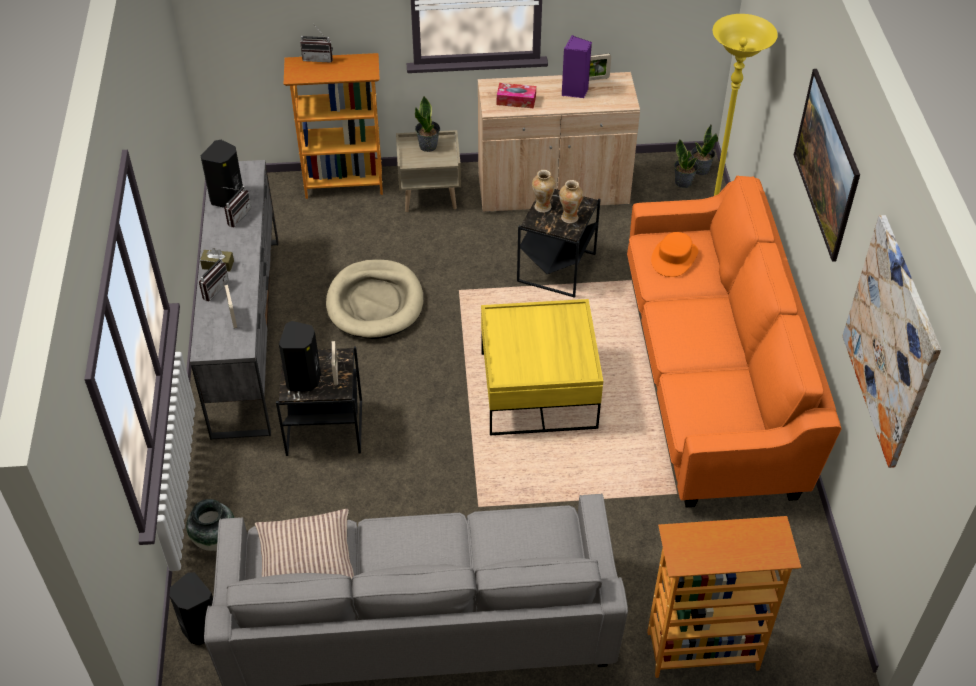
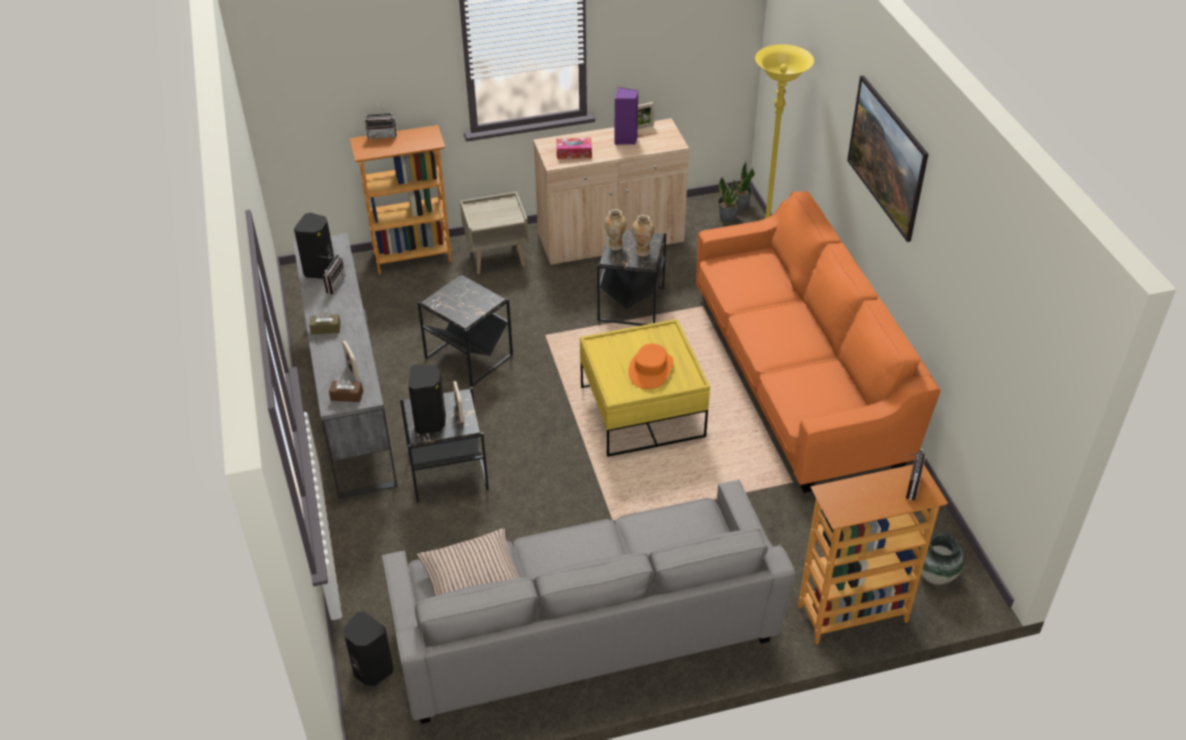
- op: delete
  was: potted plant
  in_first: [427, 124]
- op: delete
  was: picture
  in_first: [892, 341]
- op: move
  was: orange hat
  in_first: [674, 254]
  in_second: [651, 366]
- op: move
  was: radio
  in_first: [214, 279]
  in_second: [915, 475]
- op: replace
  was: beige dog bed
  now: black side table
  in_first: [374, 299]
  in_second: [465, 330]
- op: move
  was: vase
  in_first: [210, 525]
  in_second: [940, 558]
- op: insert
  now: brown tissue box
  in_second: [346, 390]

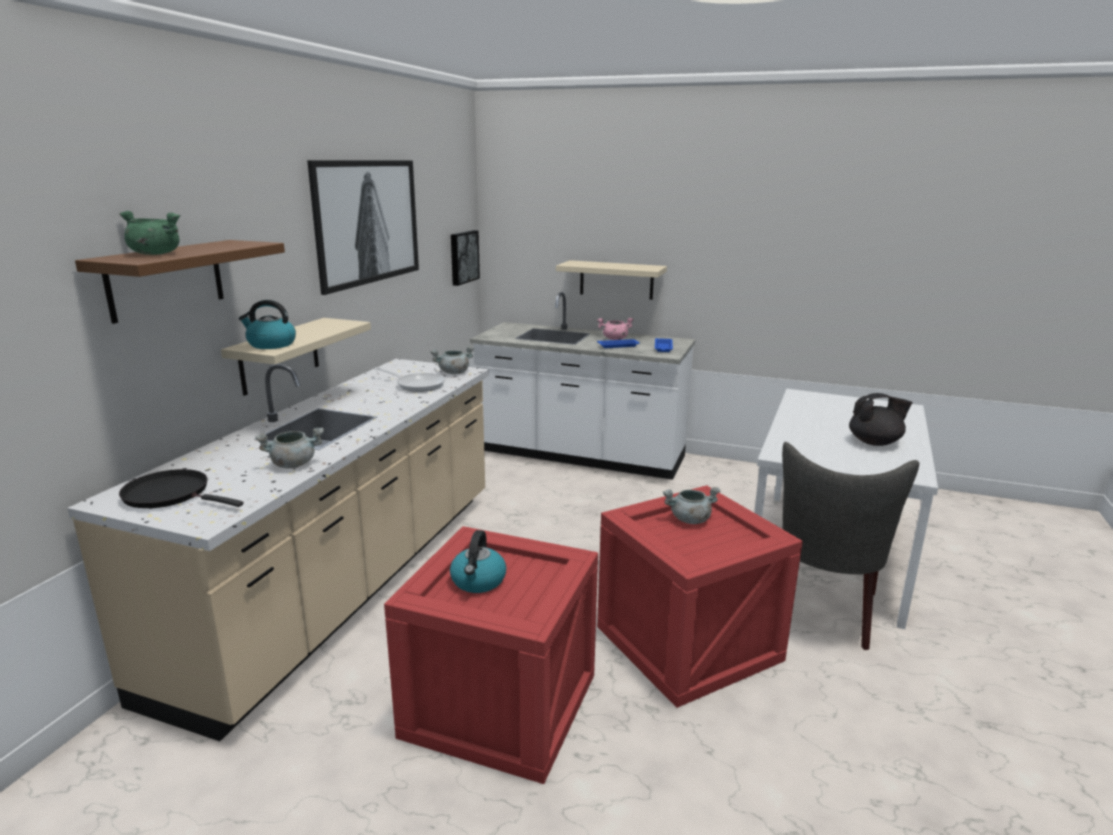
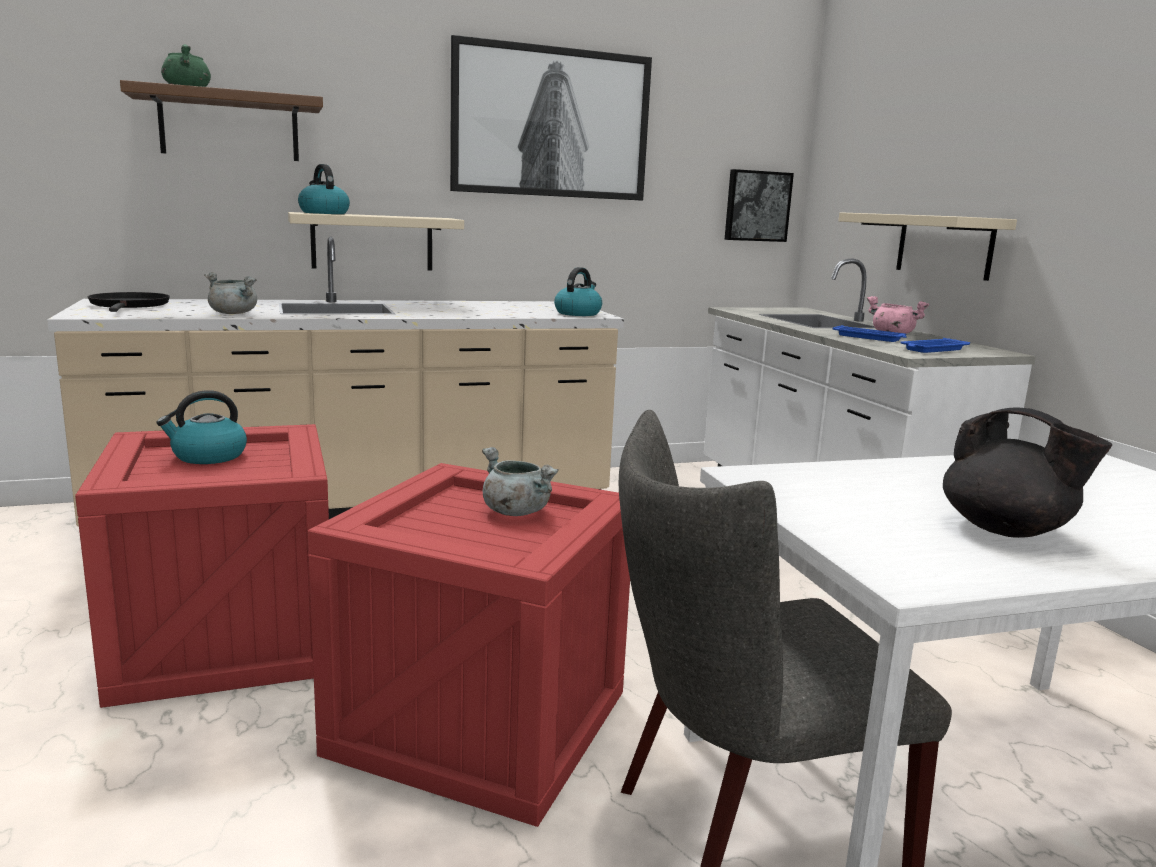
- op: replace
  was: grey cooking pot
  now: kettle
  in_first: [452, 360]
  in_second: [578, 291]
- op: delete
  was: frying pan
  in_first: [410, 379]

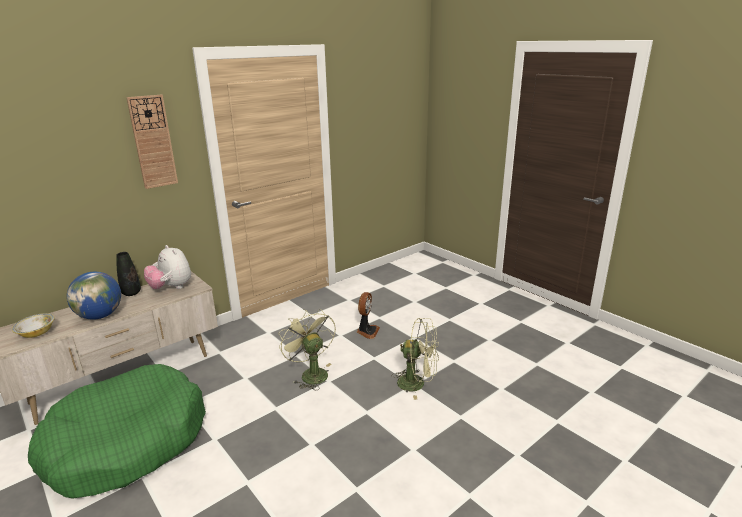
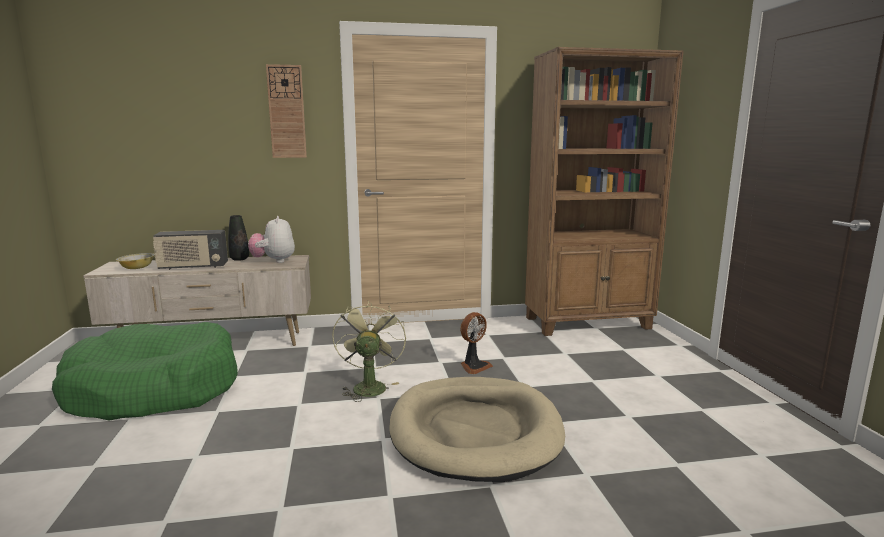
- op: replace
  was: globe
  now: radio
  in_first: [94, 296]
  in_second: [190, 250]
- op: replace
  was: green fan
  now: beige dog bed
  in_first: [415, 359]
  in_second: [477, 429]
- op: insert
  now: brown bookcase
  in_second: [604, 191]

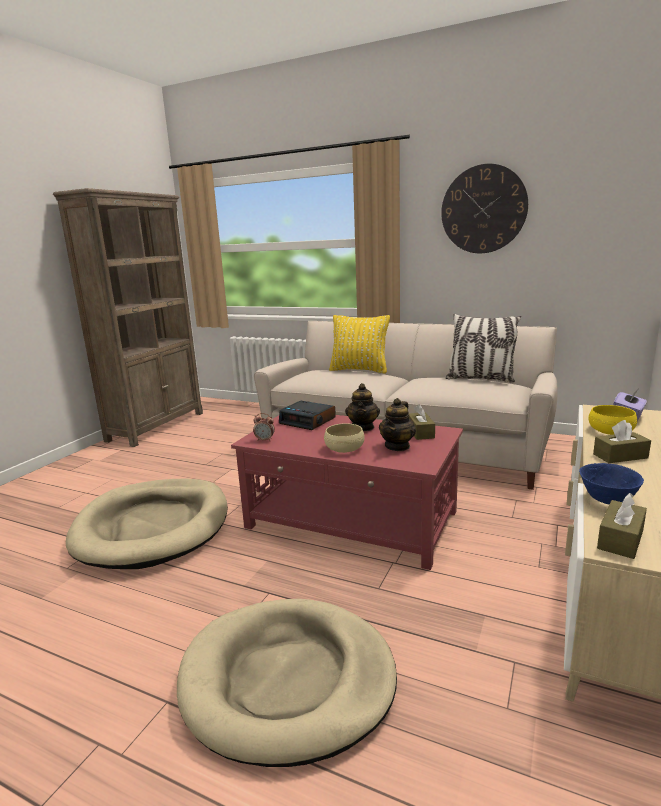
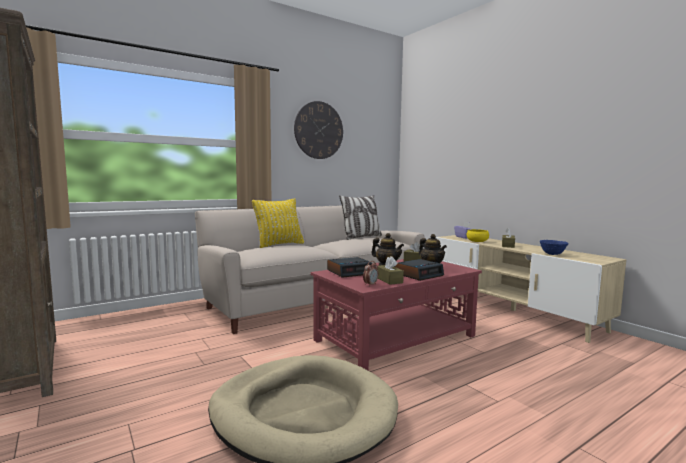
- op: replace
  was: beige bowl
  now: alarm clock
  in_first: [344, 438]
  in_second: [419, 270]
- op: move
  was: brown tissue box
  in_first: [622, 526]
  in_second: [390, 270]
- op: delete
  was: beige dog bed
  in_first: [287, 683]

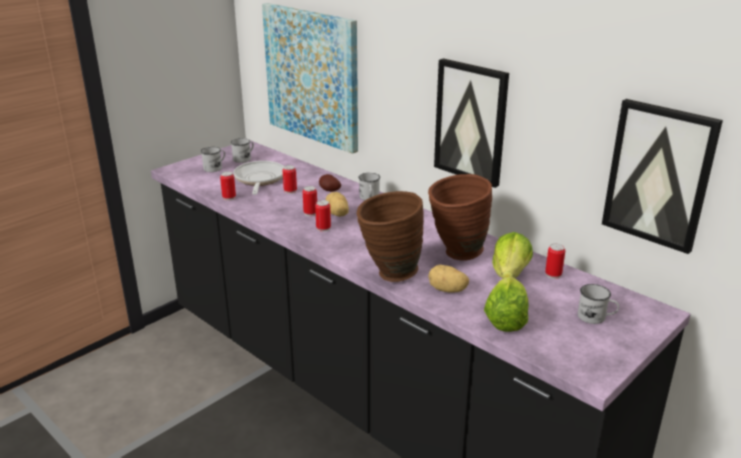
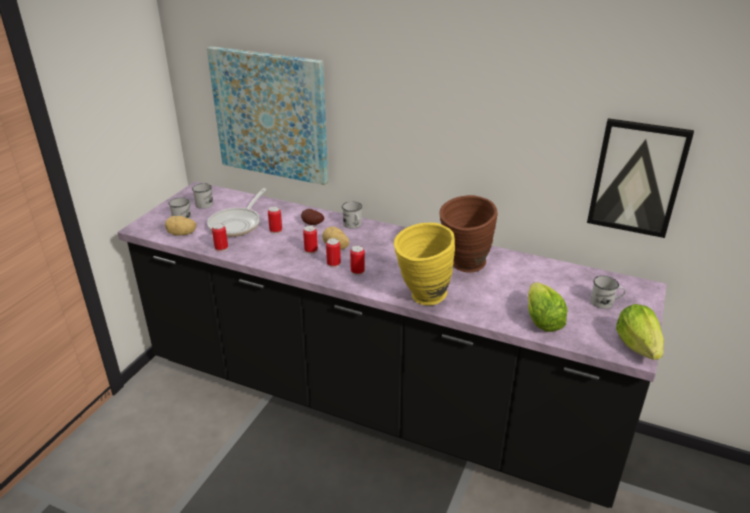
- op: delete
  was: picture
  in_first: [471, 123]
- op: rotate
  was: frying pan
  in_first: [258, 178]
  in_second: [237, 212]
  clockwise: -135
- op: recolor
  was: brown vase
  now: yellow vase
  in_first: [390, 236]
  in_second: [424, 264]
- op: move
  was: lettuce
  in_first: [512, 255]
  in_second: [640, 332]
- op: move
  was: can
  in_first: [555, 261]
  in_second: [357, 260]
- op: move
  was: potato
  in_first: [448, 278]
  in_second: [180, 226]

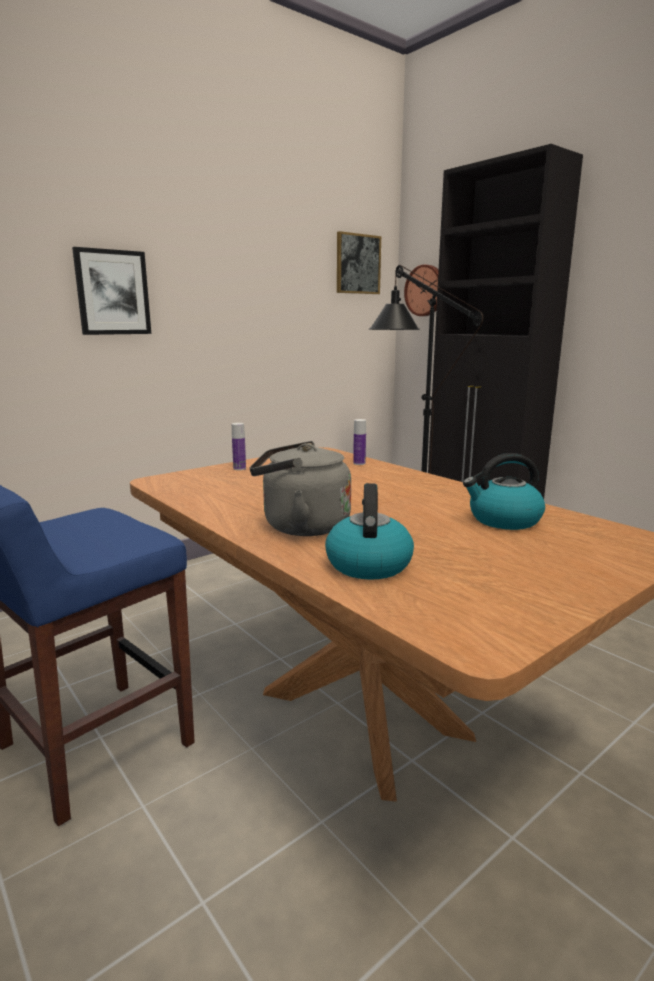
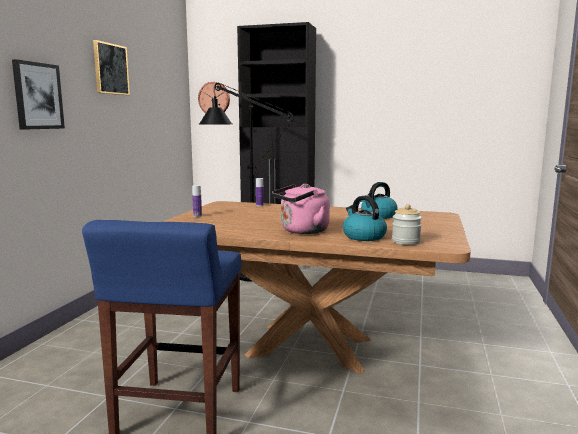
- op: move
  was: picture
  in_first: [359, 262]
  in_second: [111, 67]
- op: recolor
  was: grey kettle
  now: pink kettle
  in_first: [300, 488]
  in_second: [301, 209]
- op: insert
  now: jar
  in_second: [407, 224]

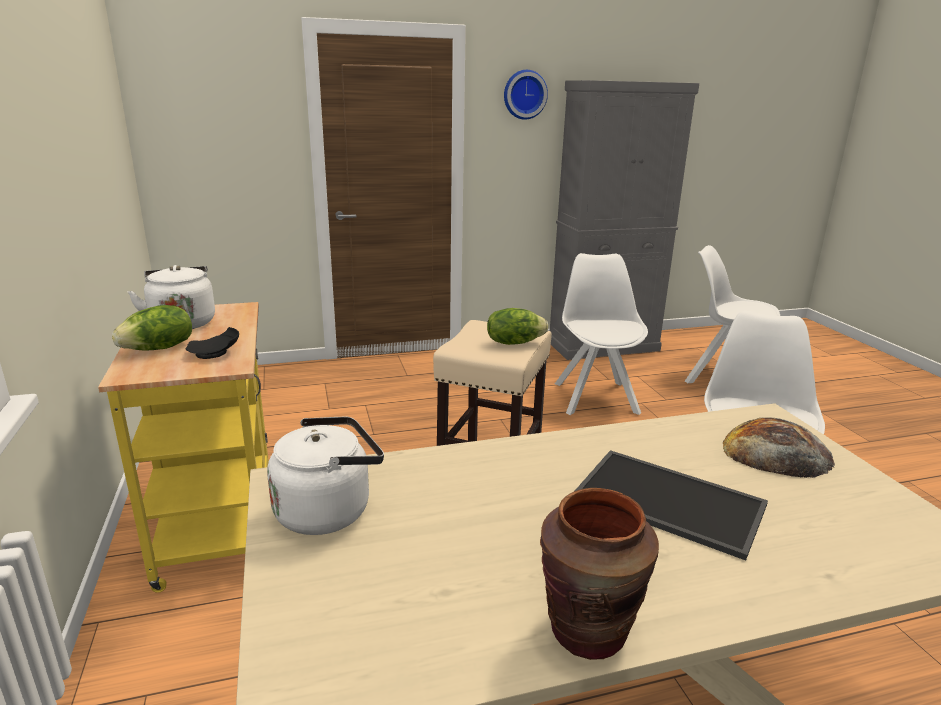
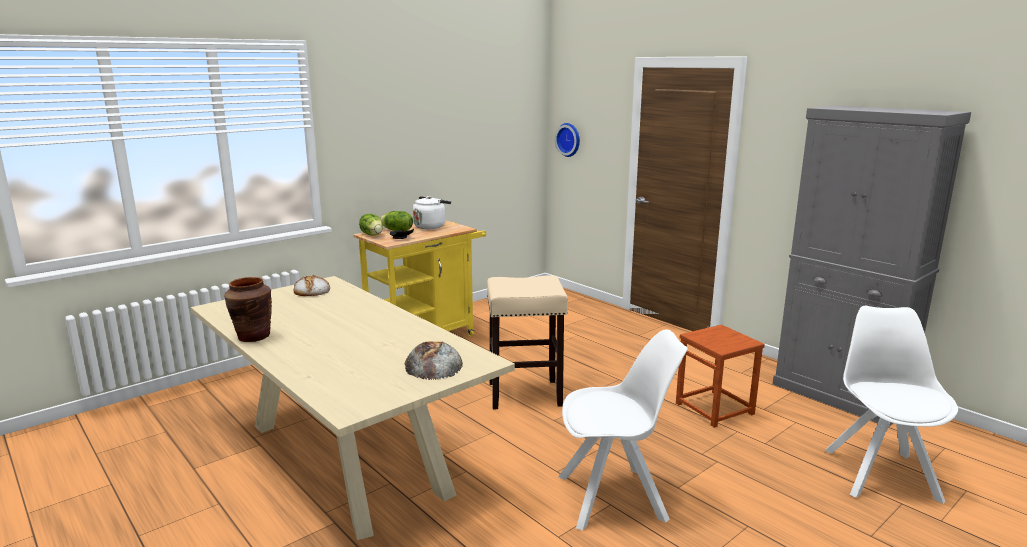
- op: move
  was: wall clock
  in_first: [526, 95]
  in_second: [567, 140]
- op: replace
  was: white chair
  now: brown stool
  in_first: [601, 334]
  in_second: [720, 376]
- op: move
  was: lettuce
  in_first: [517, 326]
  in_second: [371, 225]
- op: replace
  was: white kettle
  now: bread
  in_first: [325, 475]
  in_second: [312, 285]
- op: delete
  was: tray
  in_first: [671, 505]

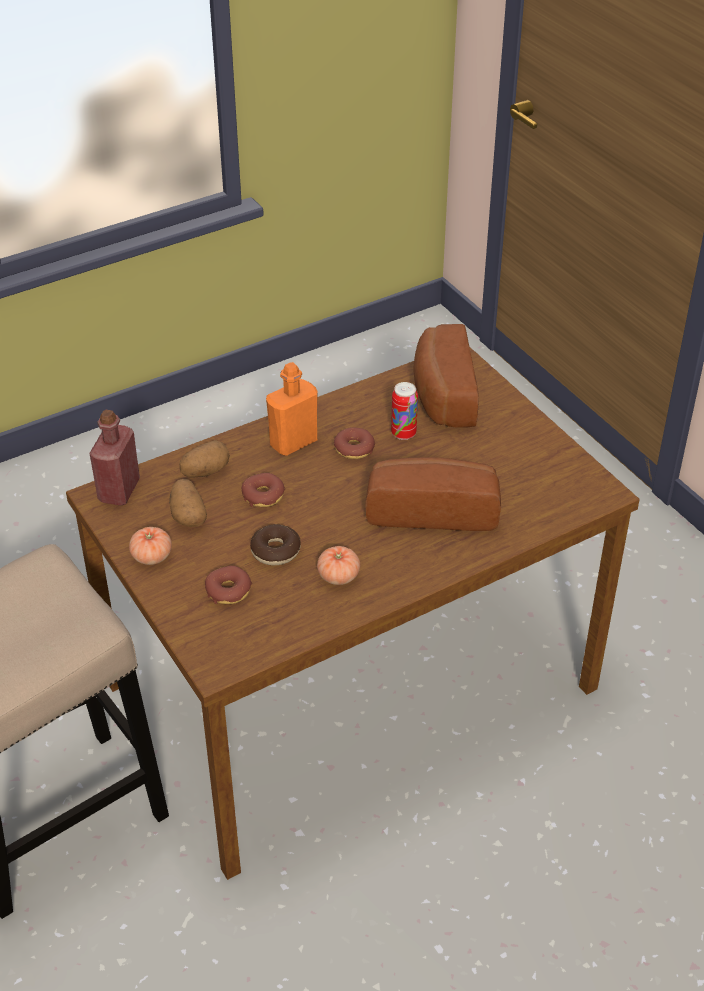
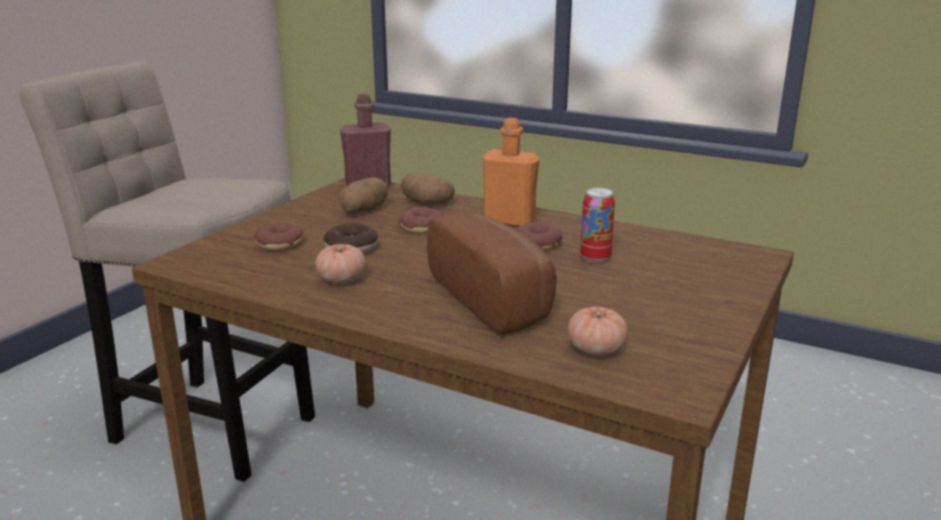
- op: delete
  was: bread
  in_first: [446, 376]
- op: move
  was: tomato
  in_first: [150, 546]
  in_second: [597, 331]

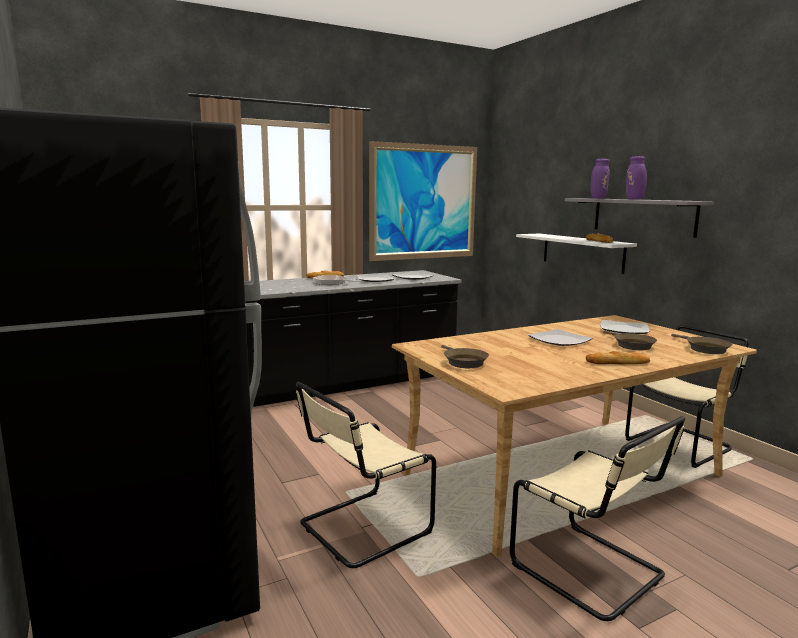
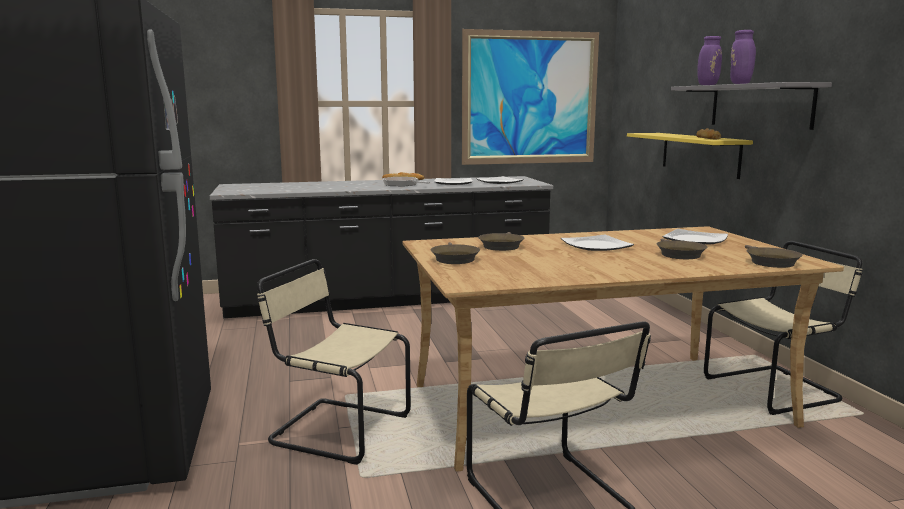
- op: recolor
  was: white shelf
  now: yellow shelf
  in_first: [576, 254]
  in_second: [690, 156]
- op: delete
  was: bread
  in_first: [618, 357]
- op: rotate
  was: beige chair
  in_first: [366, 475]
  in_second: [334, 362]
  clockwise: 45
- op: insert
  now: brown frying pan
  in_second: [501, 241]

